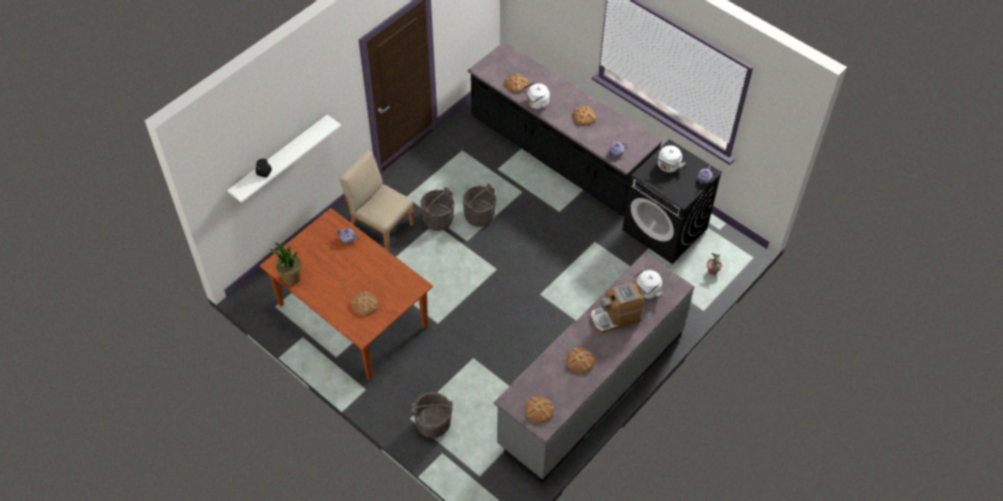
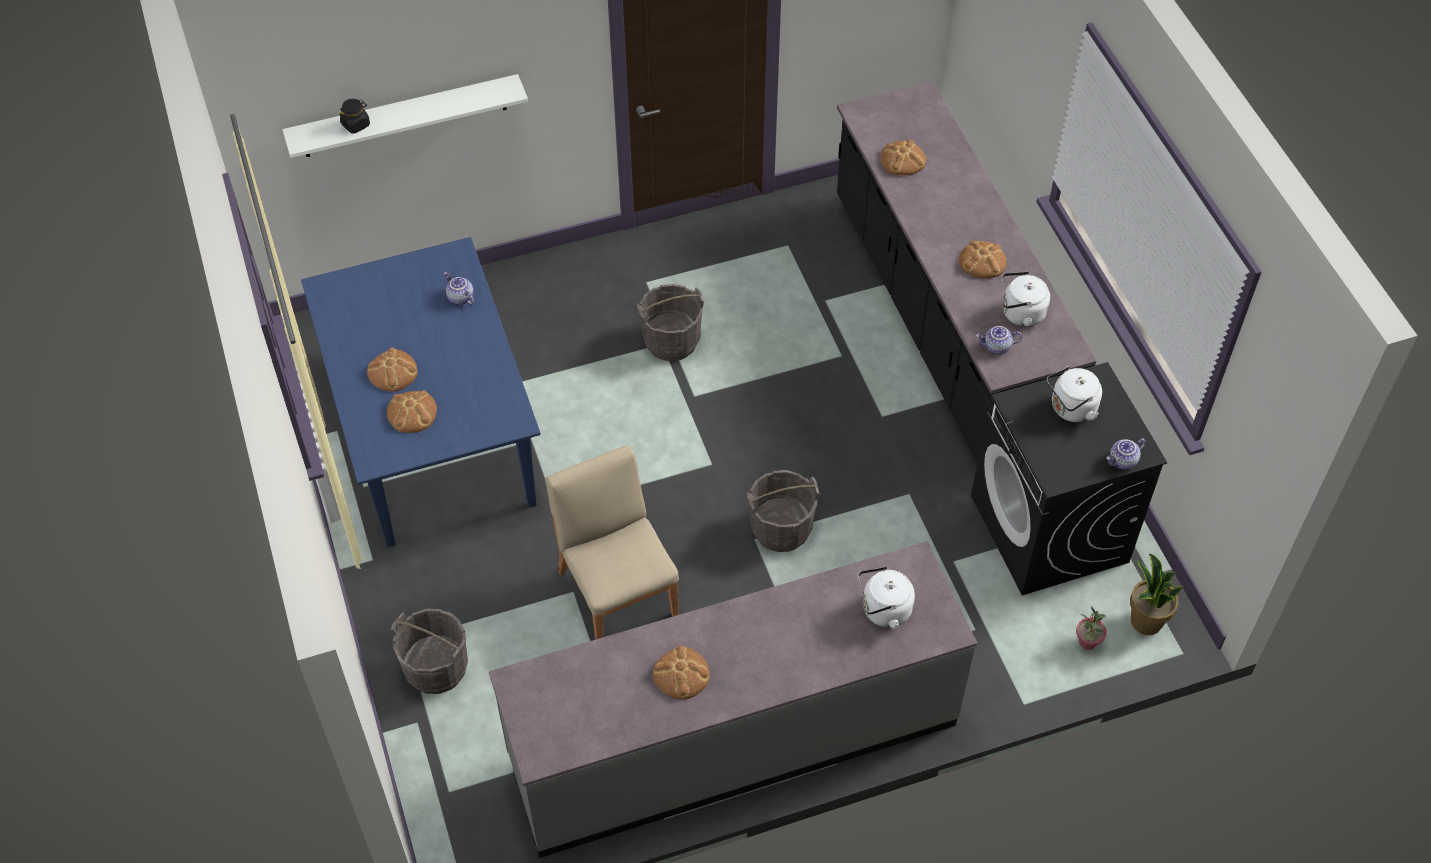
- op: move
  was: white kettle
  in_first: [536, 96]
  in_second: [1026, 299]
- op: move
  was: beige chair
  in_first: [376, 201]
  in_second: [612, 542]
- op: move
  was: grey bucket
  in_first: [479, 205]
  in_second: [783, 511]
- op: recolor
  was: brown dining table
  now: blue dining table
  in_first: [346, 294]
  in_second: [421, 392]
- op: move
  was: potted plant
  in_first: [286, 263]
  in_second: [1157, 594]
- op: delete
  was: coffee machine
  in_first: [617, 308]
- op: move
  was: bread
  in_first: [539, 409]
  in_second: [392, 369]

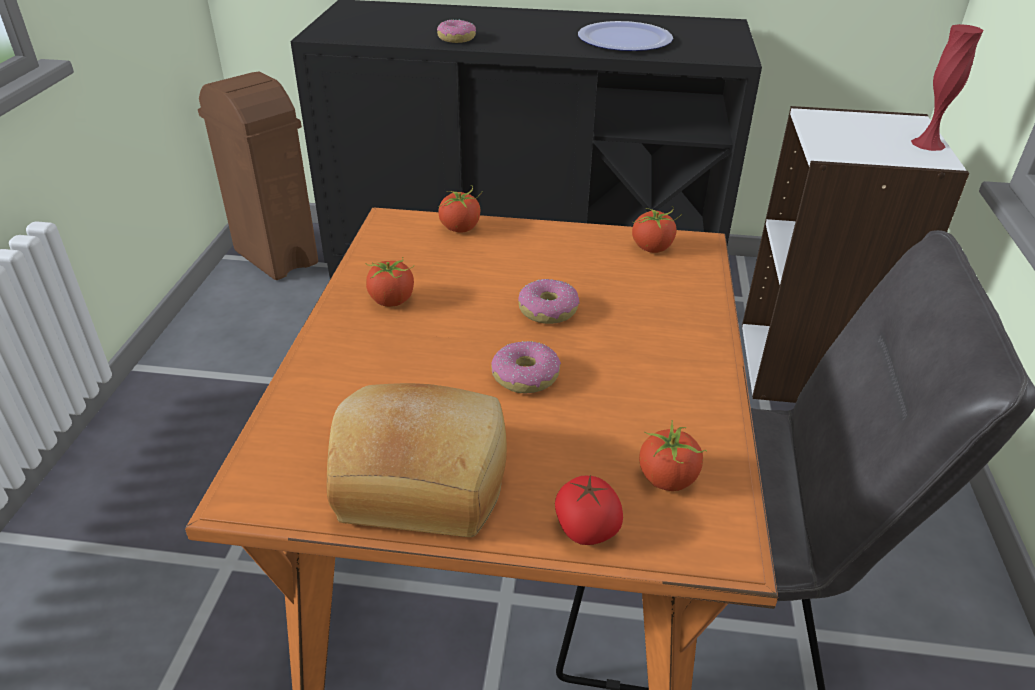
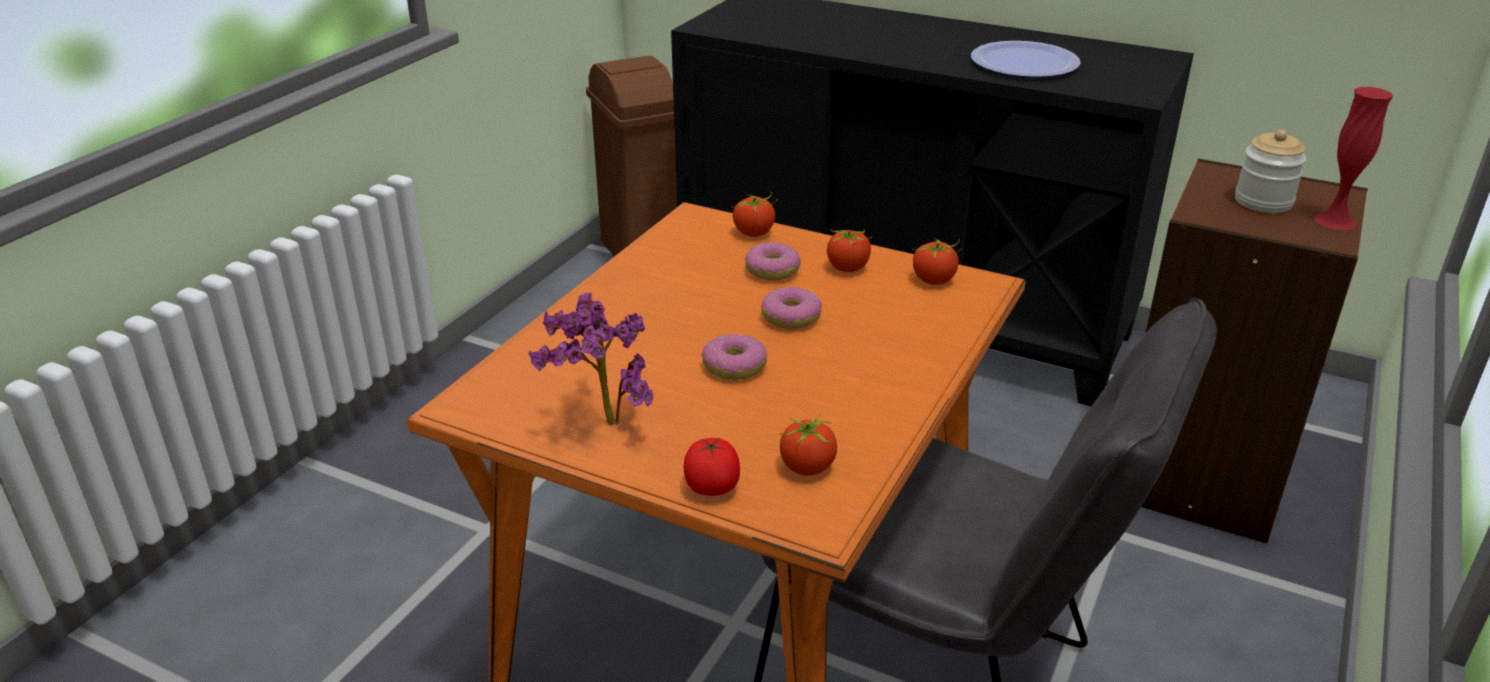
- op: move
  was: donut
  in_first: [456, 31]
  in_second: [773, 261]
- op: recolor
  was: white bookcase
  now: brown bookcase
  in_first: [855, 254]
  in_second: [1254, 351]
- op: move
  was: tomato
  in_first: [389, 282]
  in_second: [850, 250]
- op: replace
  was: bread
  now: potted plant
  in_first: [417, 460]
  in_second: [591, 359]
- op: insert
  now: jar
  in_second: [1271, 171]

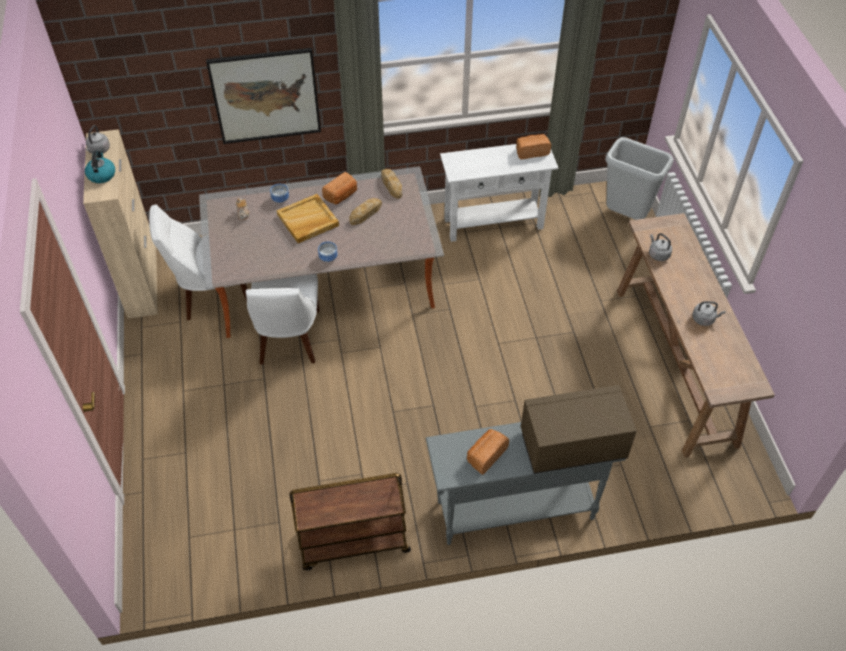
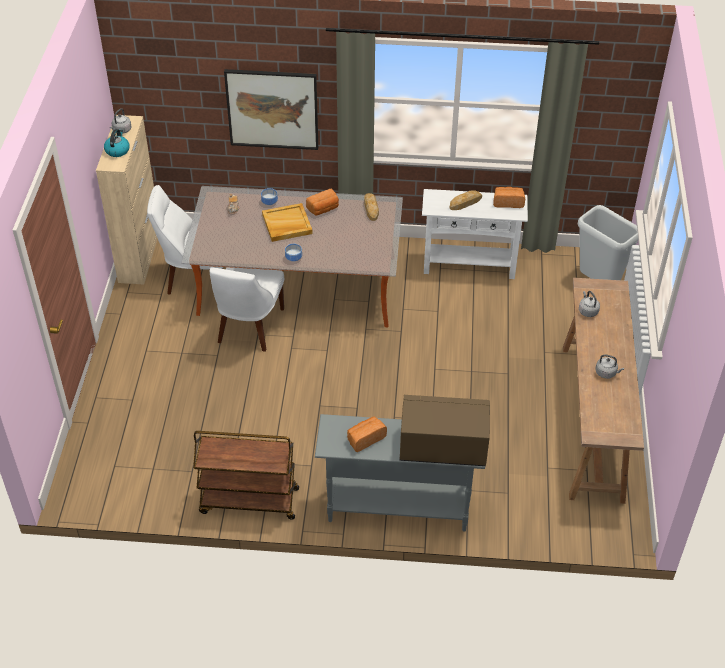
- op: move
  was: bread
  in_first: [365, 211]
  in_second: [466, 200]

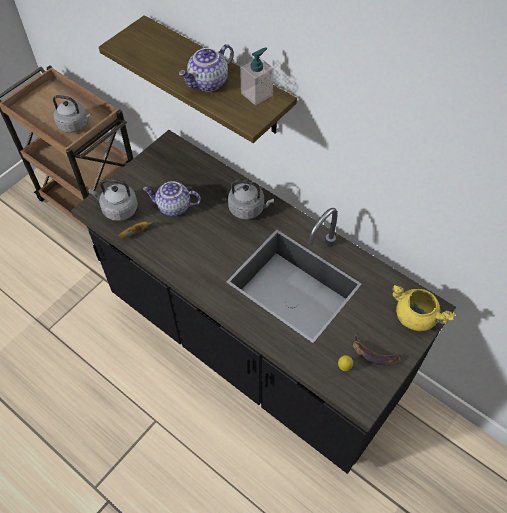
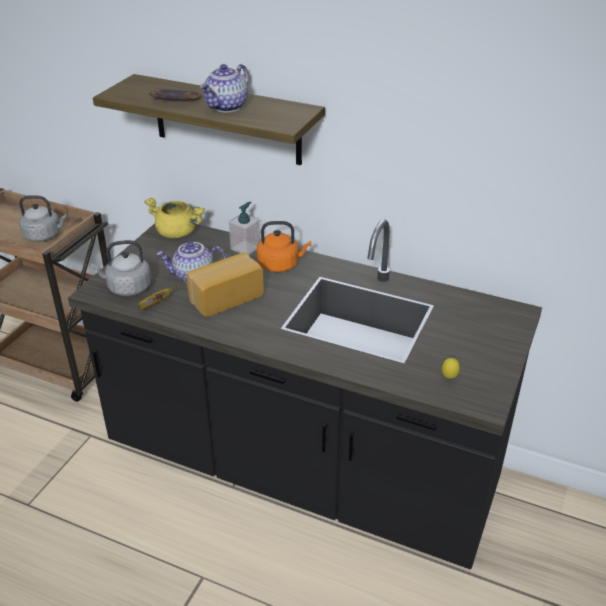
- op: move
  was: soap dispenser
  in_first: [257, 76]
  in_second: [244, 228]
- op: recolor
  was: grey kettle
  now: orange kettle
  in_first: [251, 199]
  in_second: [283, 247]
- op: move
  was: yellow cooking pot
  in_first: [423, 308]
  in_second: [174, 218]
- op: move
  was: banana
  in_first: [377, 349]
  in_second: [175, 95]
- op: insert
  now: bread
  in_second: [225, 285]

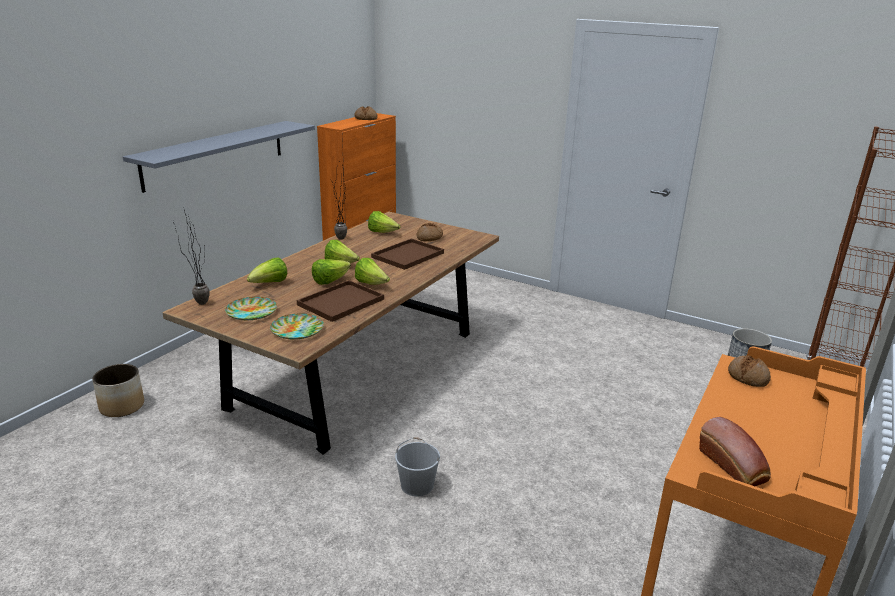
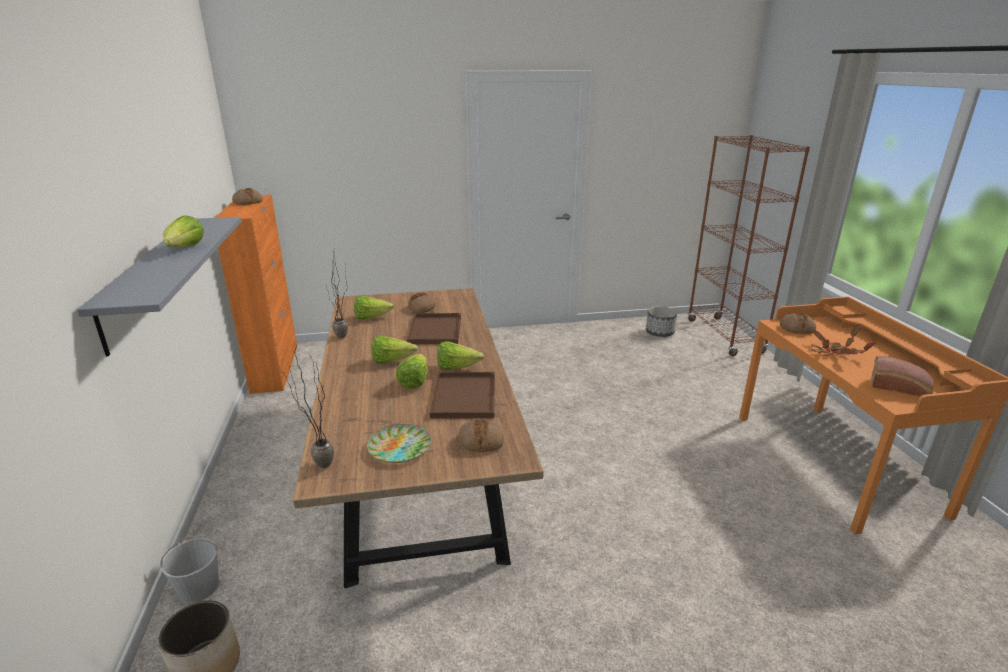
- op: move
  was: lettuce
  in_first: [267, 270]
  in_second: [183, 231]
- op: replace
  was: plate
  now: bread
  in_first: [297, 326]
  in_second: [481, 435]
- op: move
  was: white bucket
  in_first: [417, 467]
  in_second: [189, 570]
- op: insert
  now: potted plant
  in_second: [843, 340]

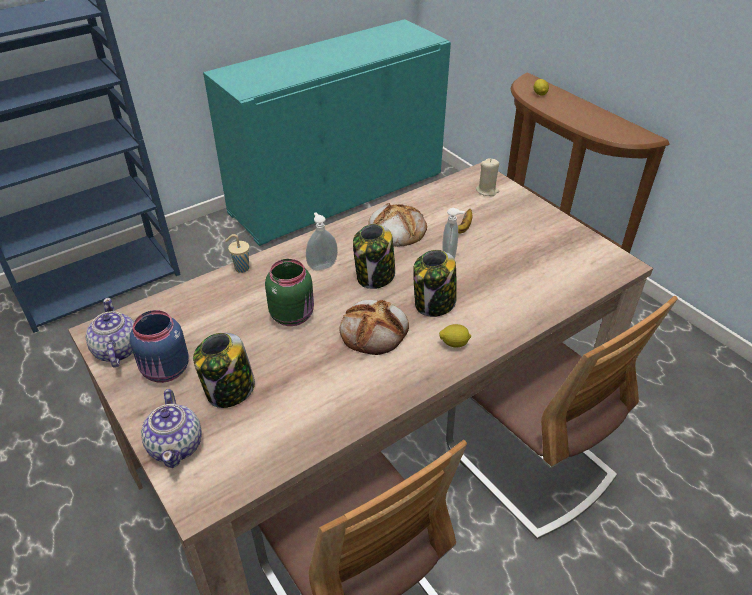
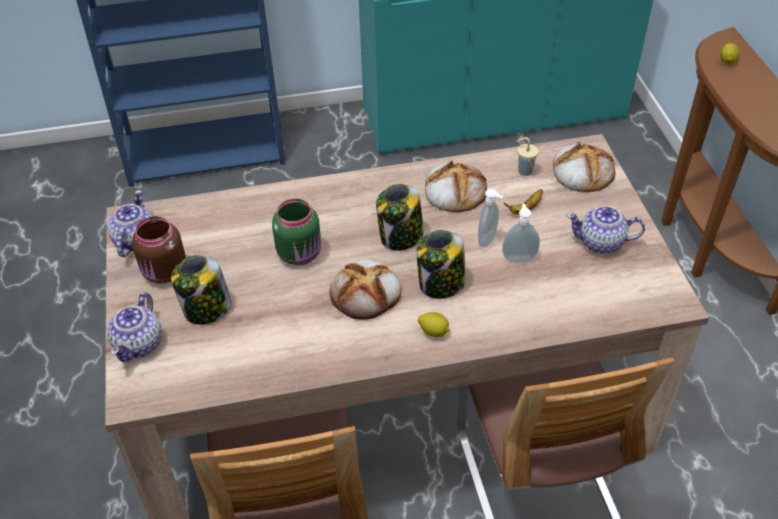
- op: replace
  was: beige candle
  now: bread
  in_first: [487, 177]
  in_second: [584, 167]
- op: move
  was: soap dispenser
  in_first: [322, 241]
  in_second: [521, 233]
- op: move
  was: beige cup
  in_first: [237, 253]
  in_second: [528, 156]
- op: recolor
  was: blue jar
  now: brown jar
  in_first: [159, 346]
  in_second: [159, 250]
- op: insert
  now: teapot
  in_second: [605, 230]

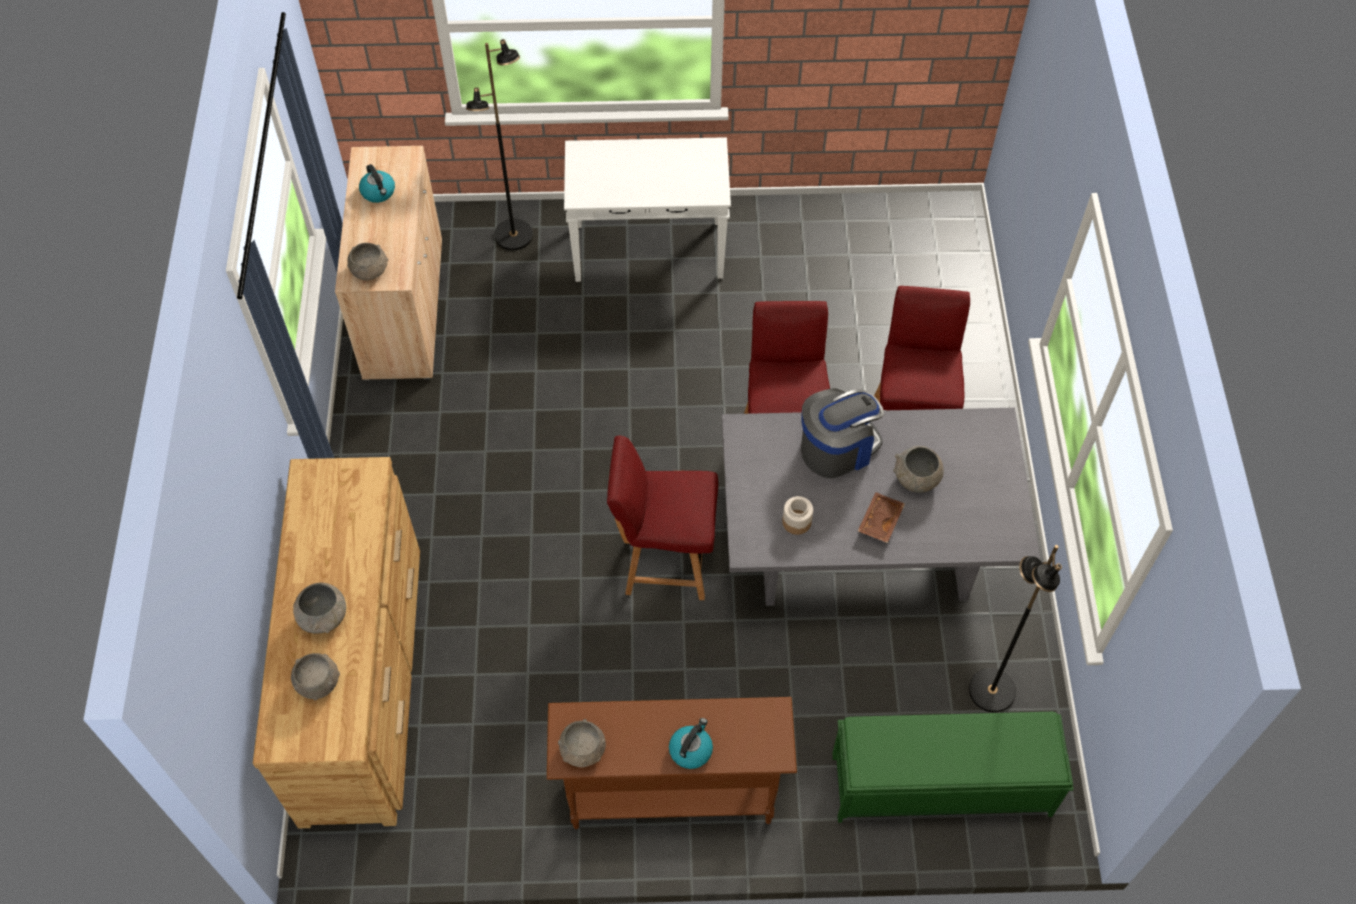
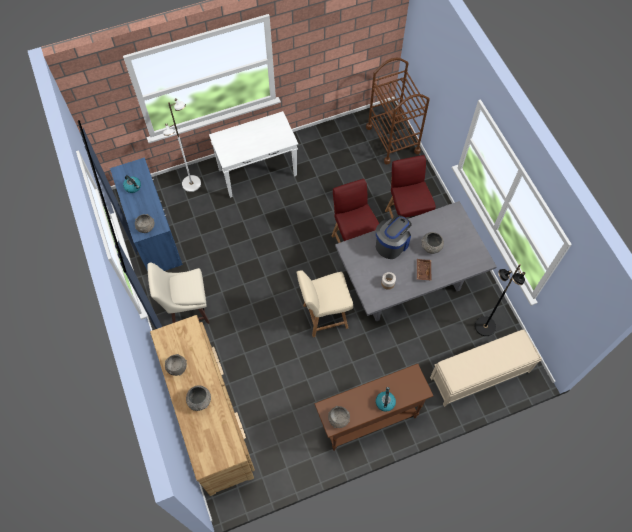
- op: recolor
  was: black floor lamp
  now: white floor lamp
  in_first: [499, 144]
  in_second: [182, 145]
- op: recolor
  was: beige cabinet
  now: blue cabinet
  in_first: [388, 263]
  in_second: [146, 214]
- op: recolor
  was: red chair
  now: beige chair
  in_first: [662, 518]
  in_second: [324, 303]
- op: move
  was: grey bowl
  in_first: [315, 676]
  in_second: [176, 365]
- op: recolor
  was: green bench
  now: beige bench
  in_first: [952, 767]
  in_second: [486, 368]
- op: insert
  now: brown cart
  in_second: [398, 111]
- op: insert
  now: beige stool
  in_second: [178, 293]

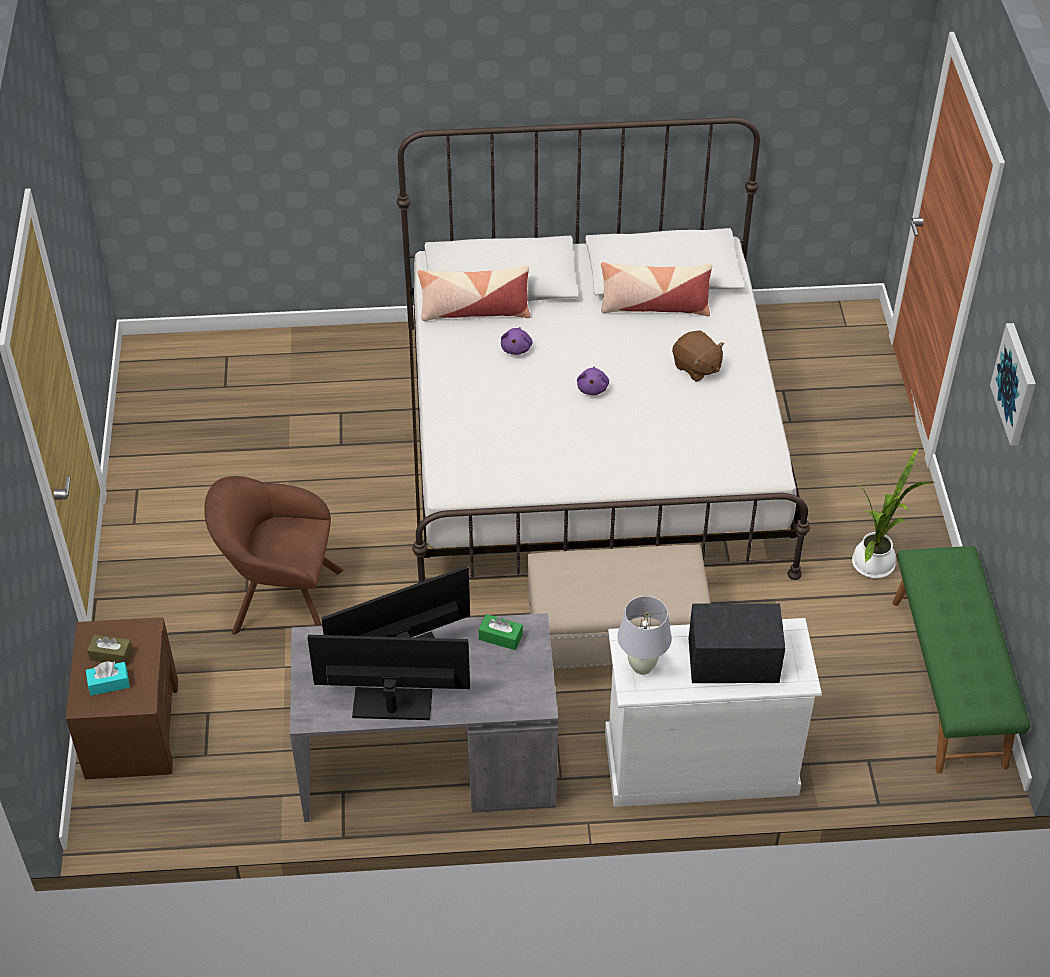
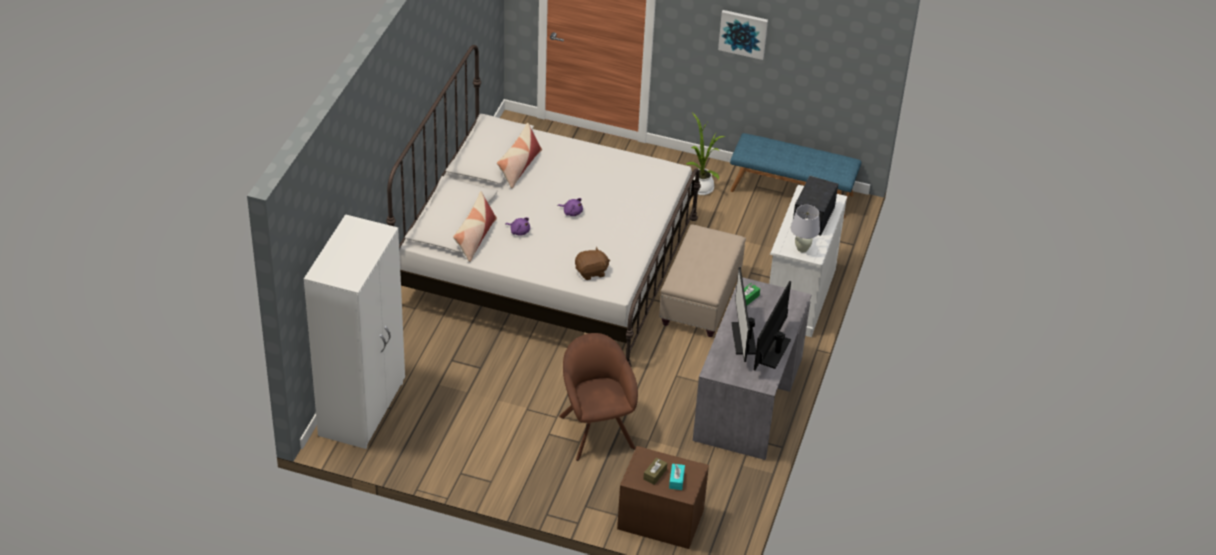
- op: move
  was: brown plush toy
  in_first: [698, 356]
  in_second: [592, 263]
- op: rotate
  was: brown armchair
  in_first: [273, 555]
  in_second: [598, 397]
  clockwise: 135
- op: recolor
  was: green bench
  now: blue bench
  in_first: [961, 659]
  in_second: [795, 175]
- op: insert
  now: white wardrobe
  in_second: [354, 331]

